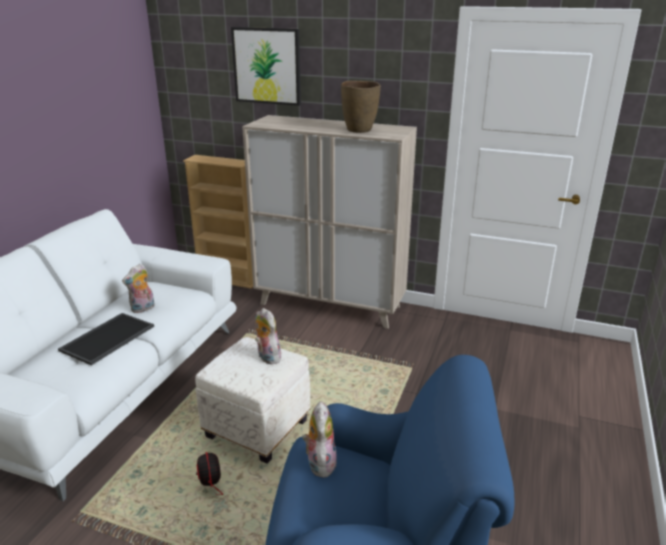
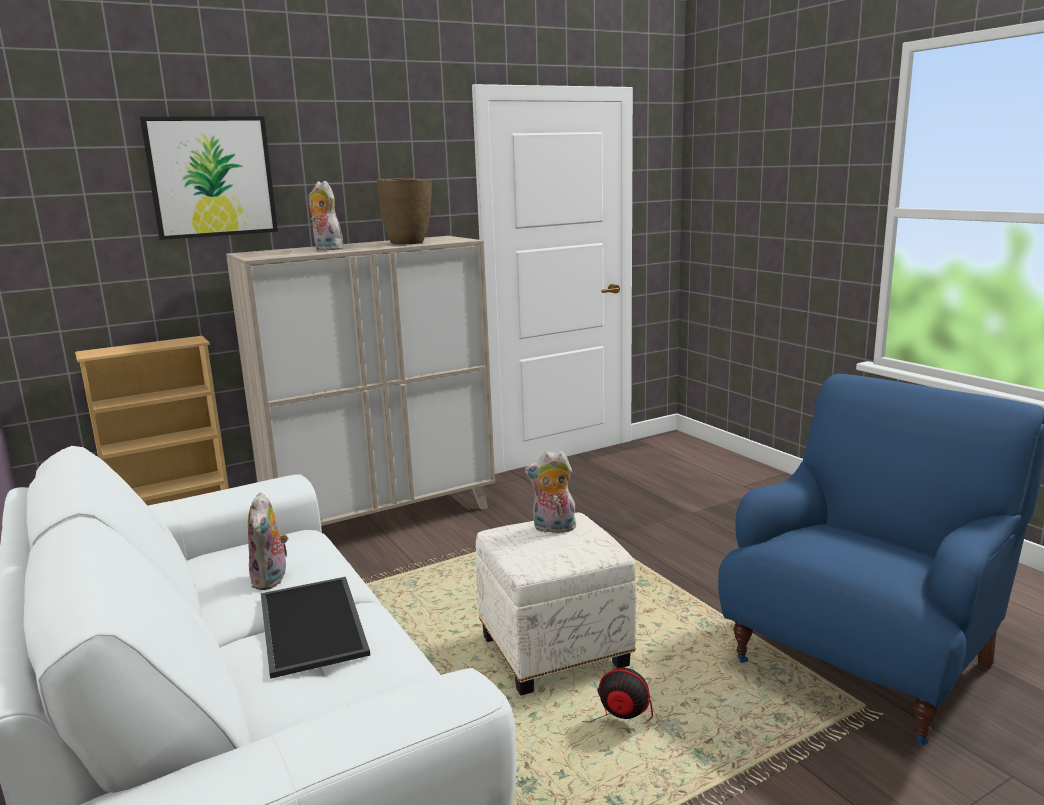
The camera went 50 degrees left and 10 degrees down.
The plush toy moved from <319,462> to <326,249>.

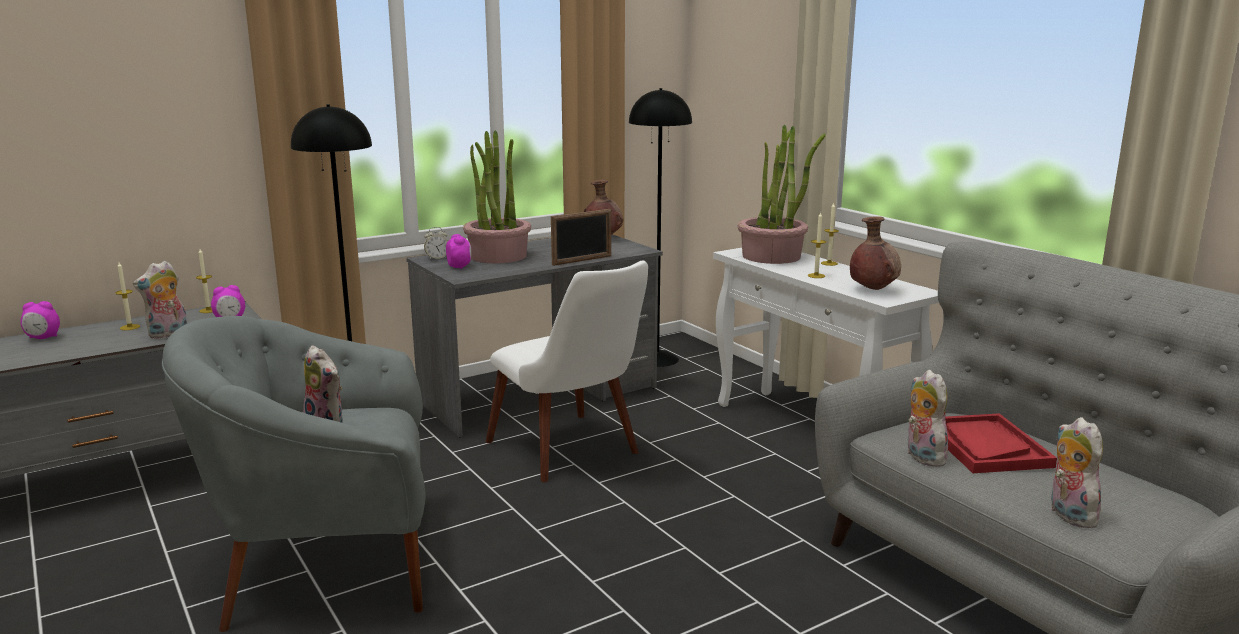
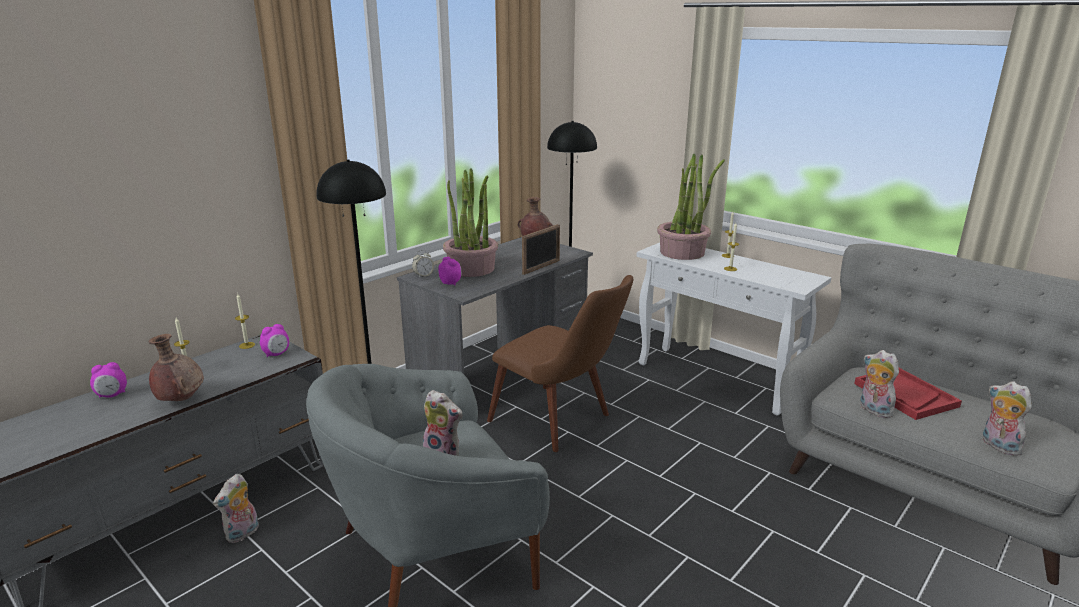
The camera went 15 degrees left and 5 degrees up.
The plush toy moved from <168,335> to <243,534>.
The vase/brown moved from <872,289> to <181,399>.
The chair/white at <573,453> became the chair/brown at <561,422>.

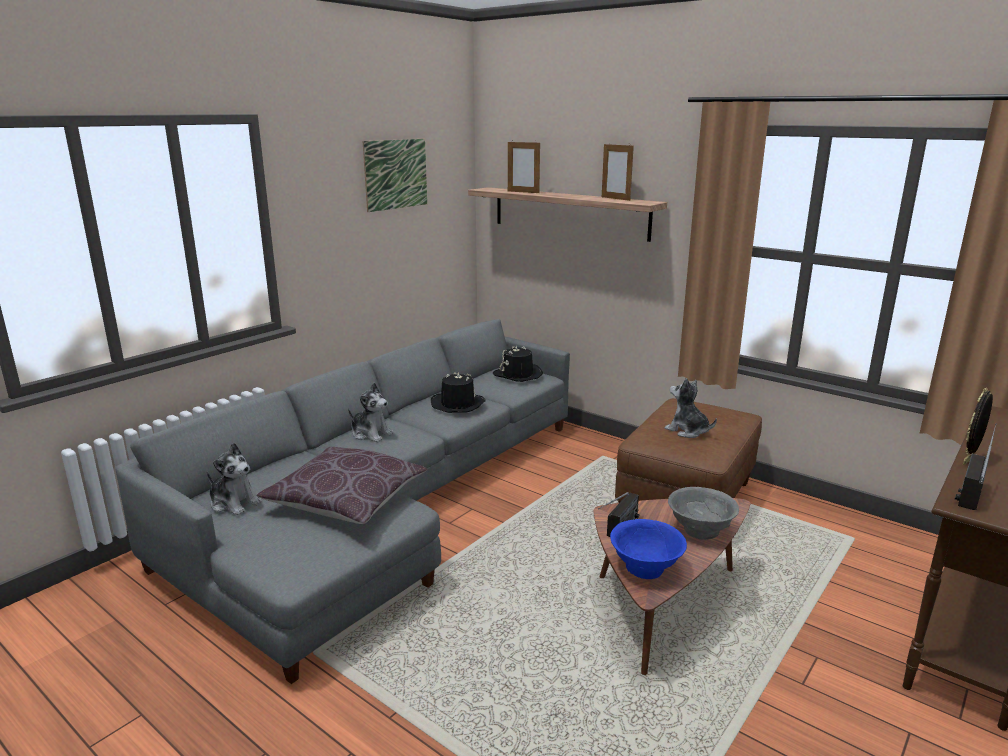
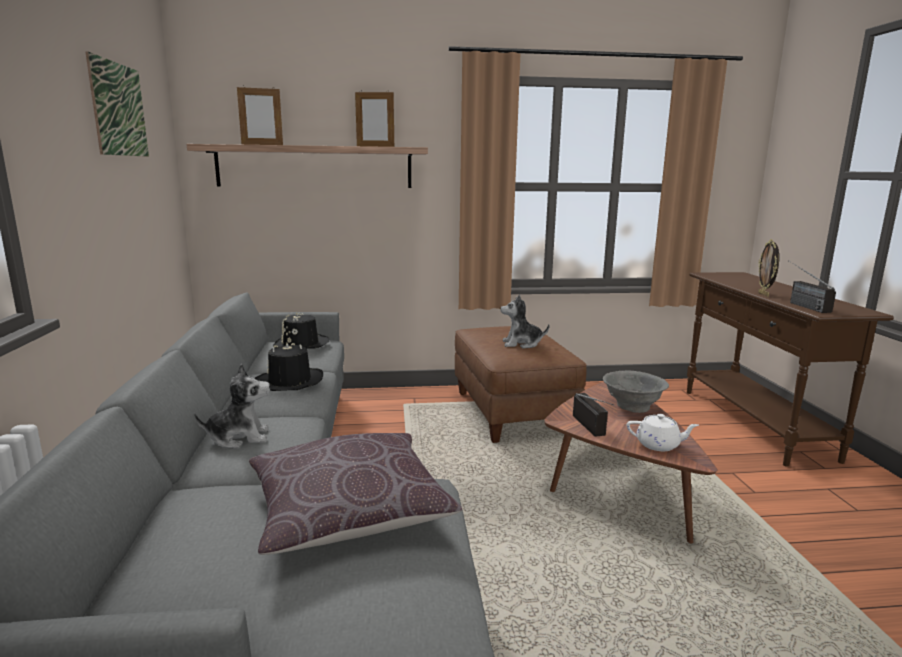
The camera went 45 degrees left and 5 degrees down.
The plush toy at <234,503> disappeared.
The bowl/blue at <645,568> was replaced by the teapot/white at <659,445>.

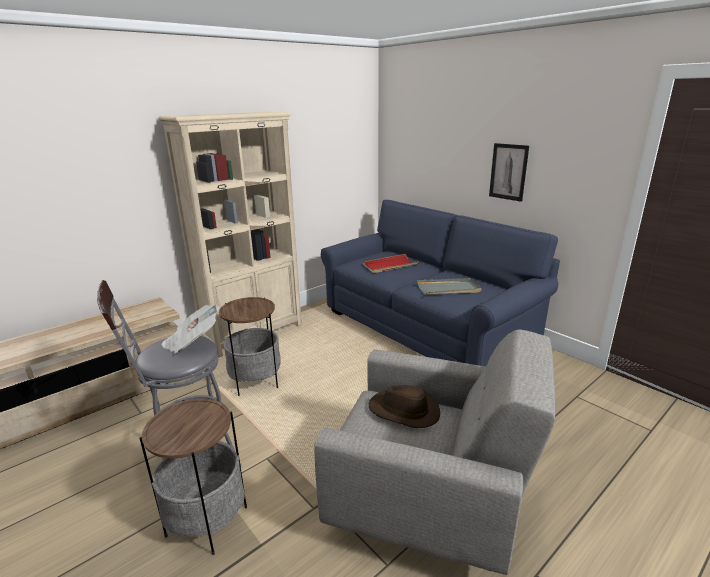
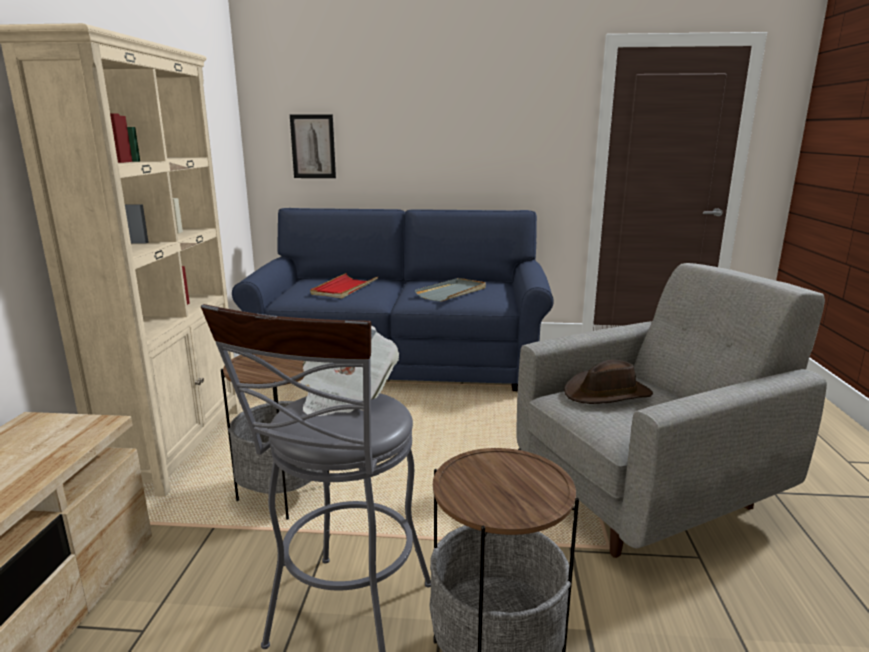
The camera went 45 degrees left and 5 degrees down.
The picture moved from <508,172> to <313,146>.

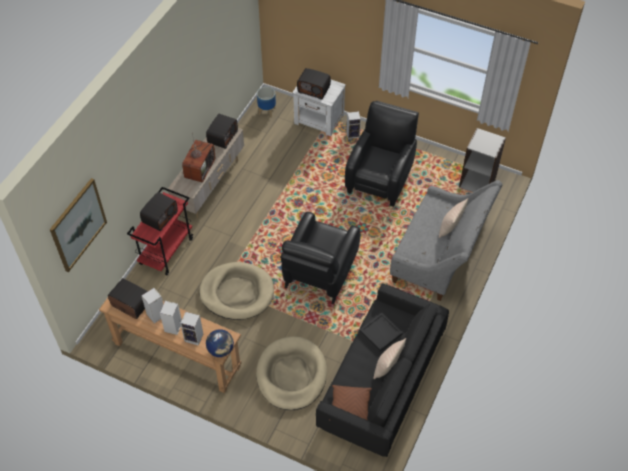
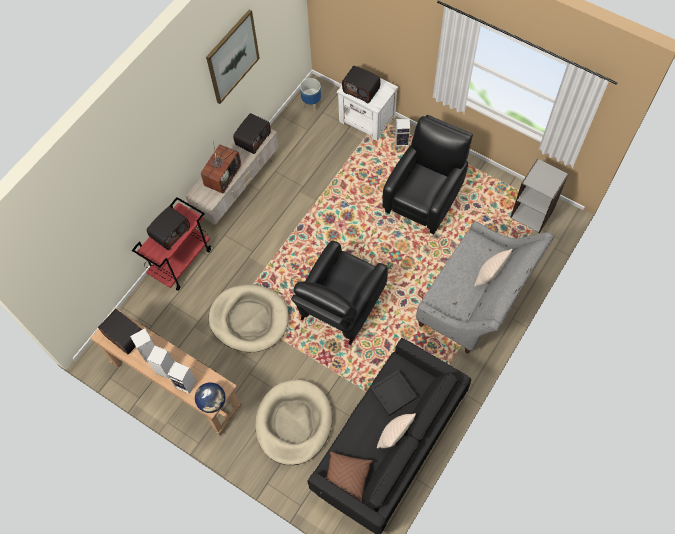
The camera went 10 degrees right and 10 degrees up.
The picture moved from <78,225> to <232,57>.

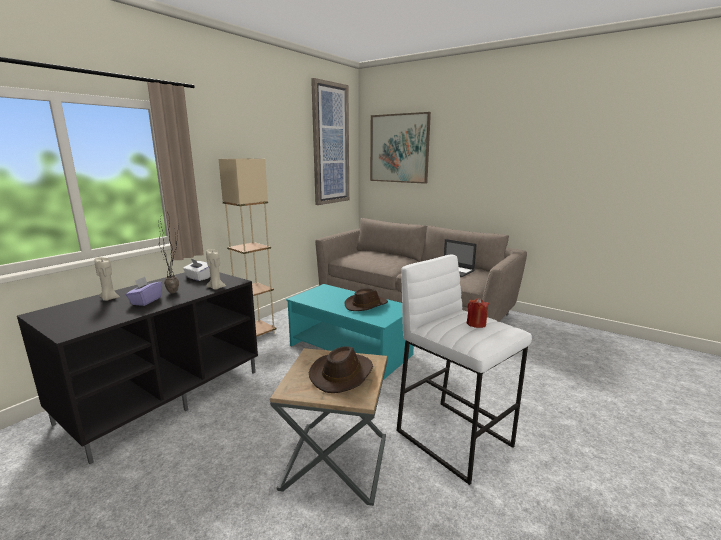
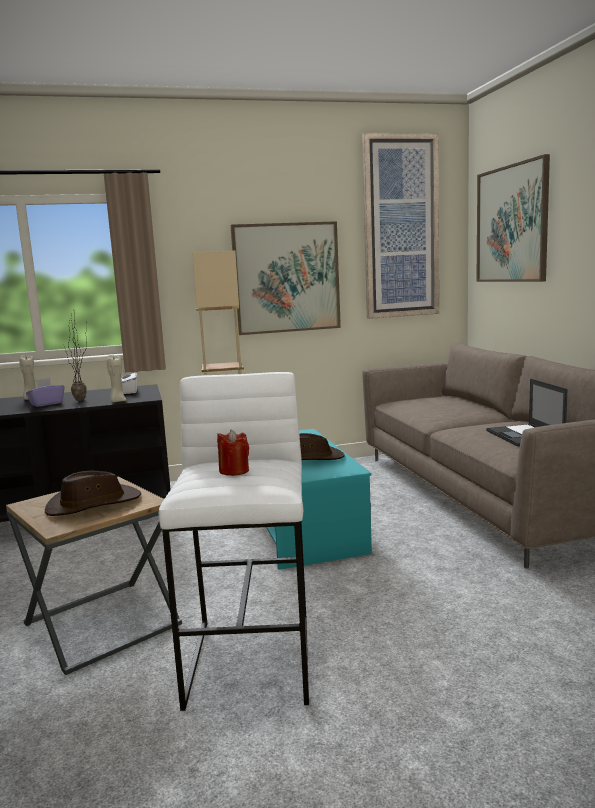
The camera went 40 degrees right and 5 degrees down.
The picture at <286,278> appeared.

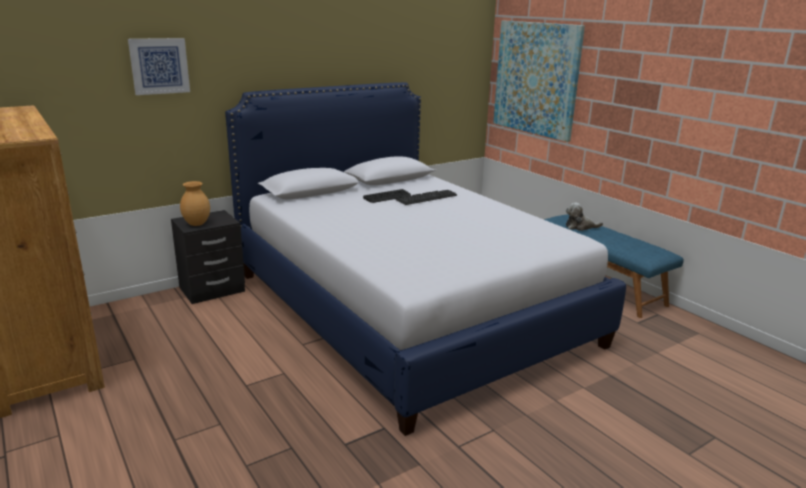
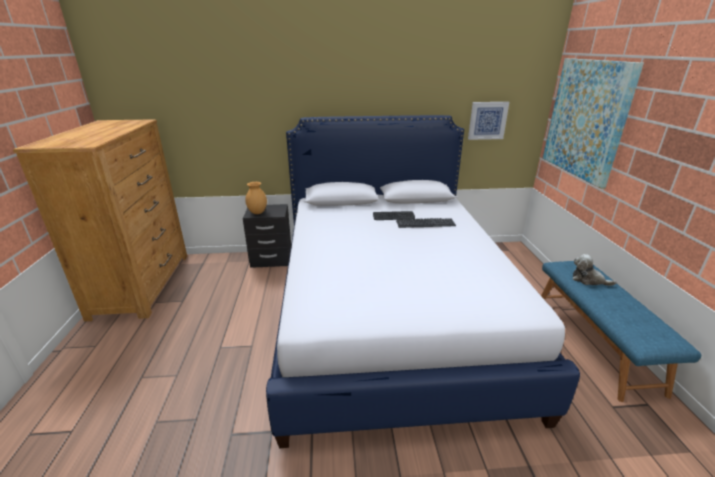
The camera went 30 degrees right and 5 degrees up.
The picture moved from <159,66> to <487,120>.

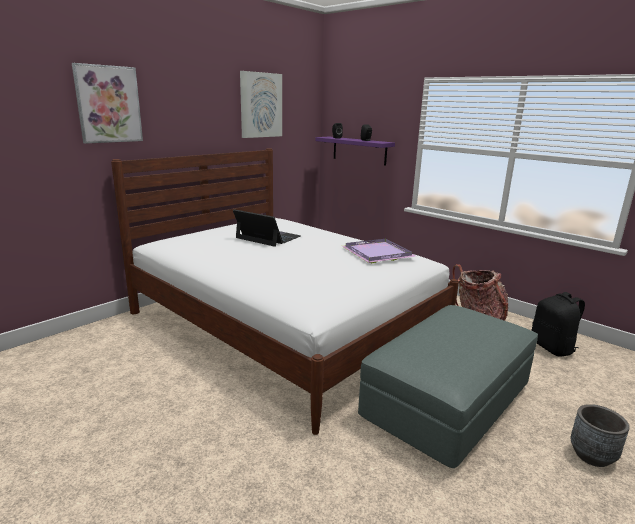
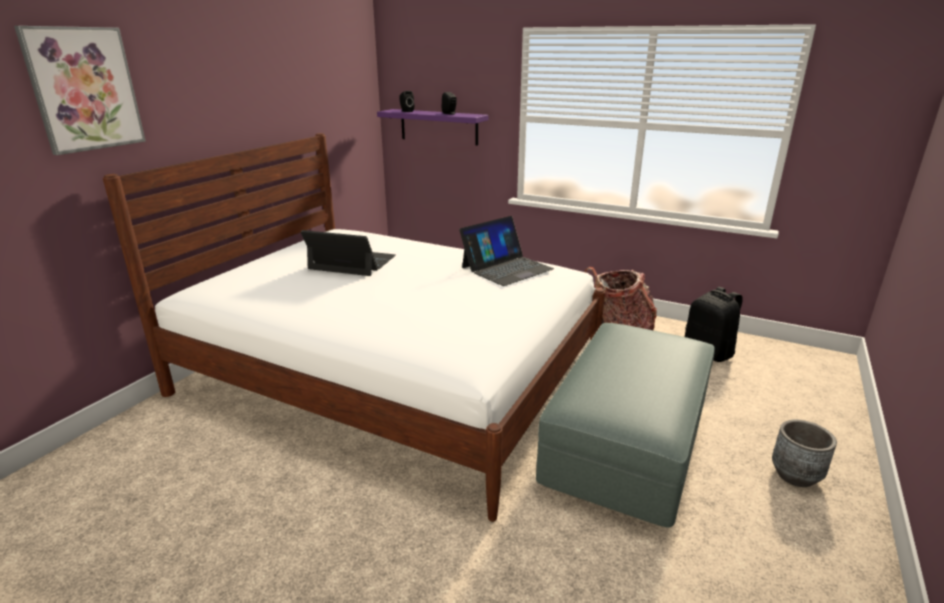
The camera went 15 degrees left and 5 degrees up.
The picture at <261,105> disappeared.
The tray/purple at <378,253> was replaced by the laptop at <506,268>.

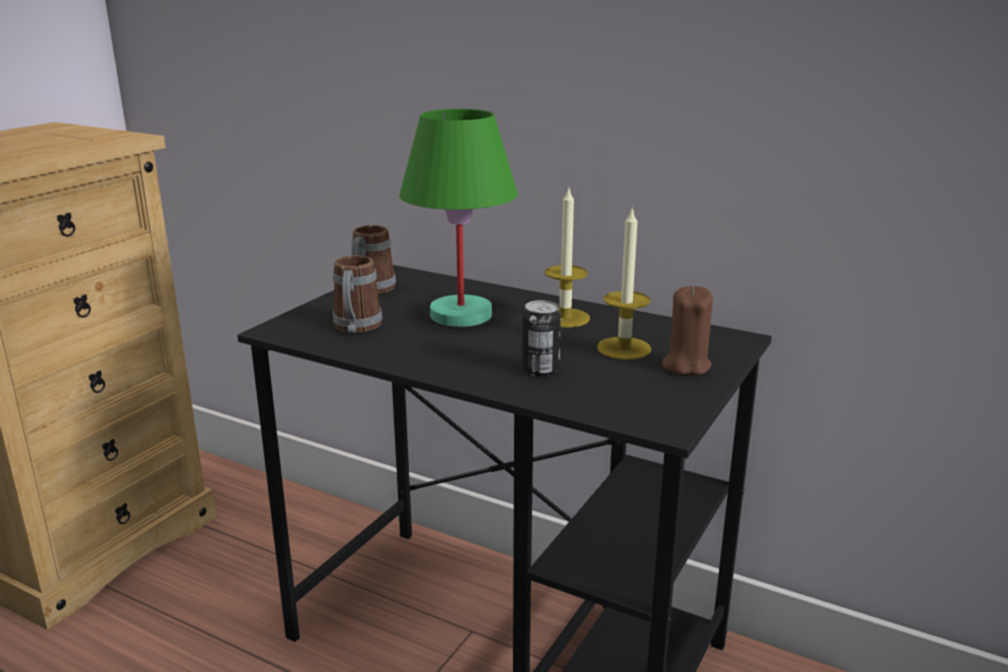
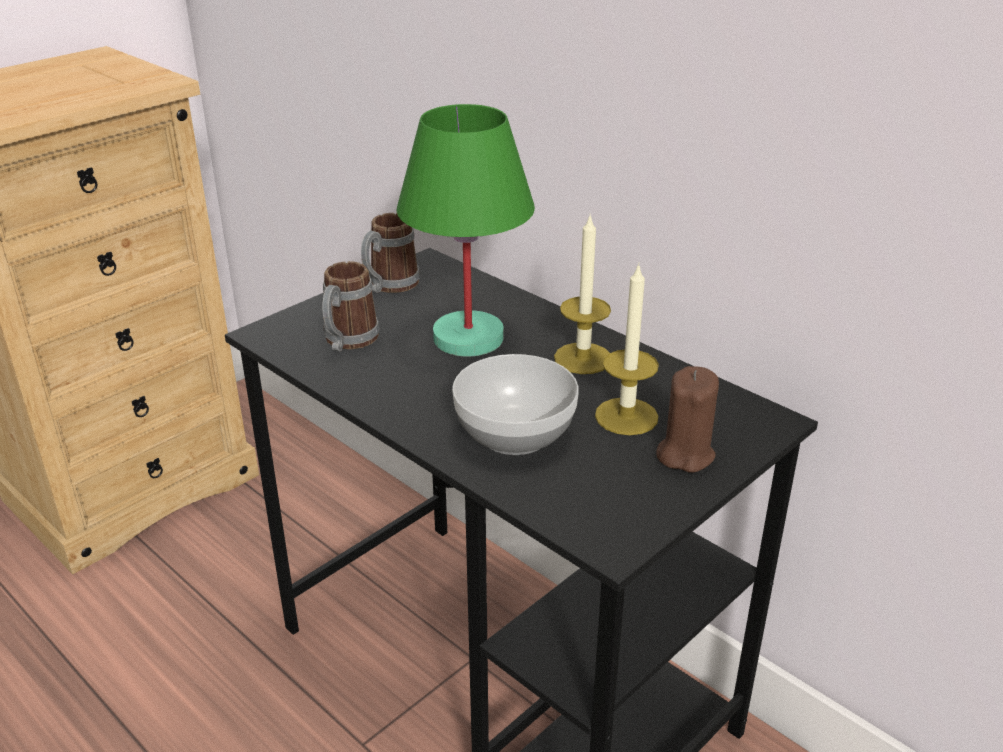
The camera went 15 degrees right and 10 degrees up.
The can at <540,369> was replaced by the bowl at <514,435>.

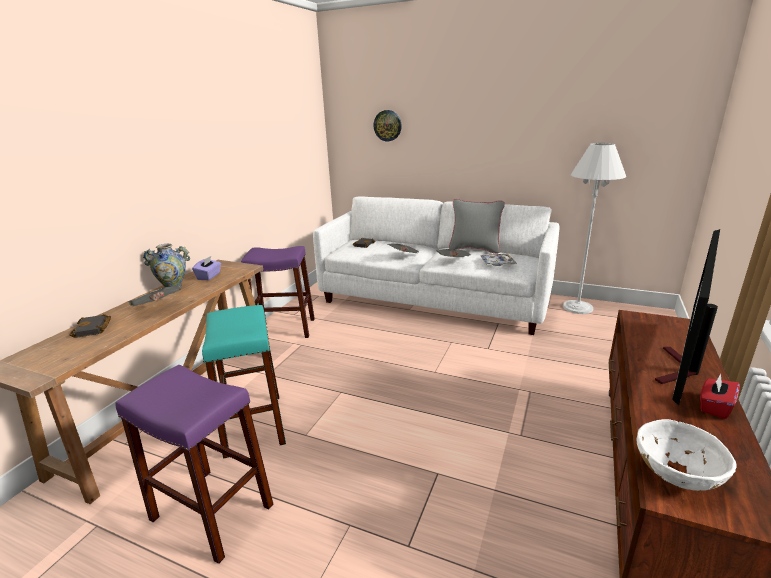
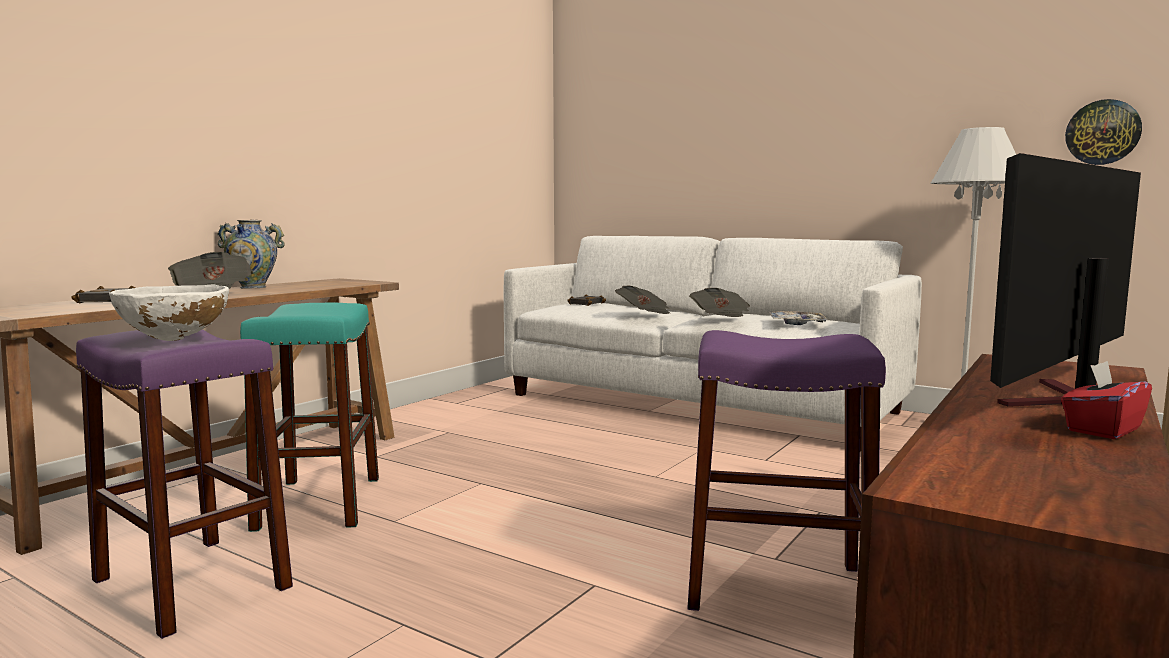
The camera went 10 degrees right and 15 degrees down.
The tissue box/purple at <209,276> disappeared.
The pillow/grey at <475,249> disappeared.
The stool/purple moved from <284,328> to <776,587>.
The wall clock moved from <387,125> to <1102,132>.
The bowl/white moved from <675,476> to <175,340>.

